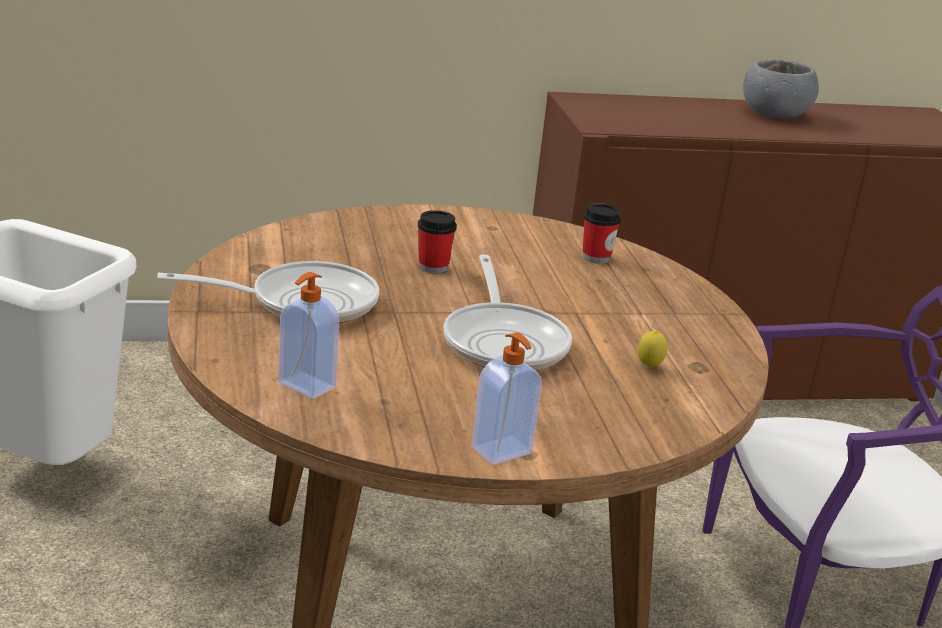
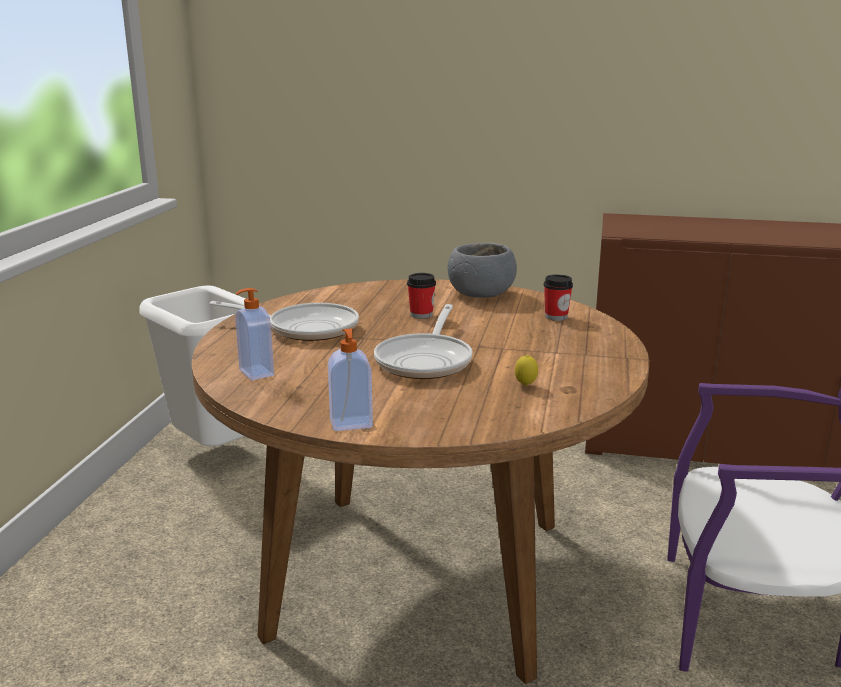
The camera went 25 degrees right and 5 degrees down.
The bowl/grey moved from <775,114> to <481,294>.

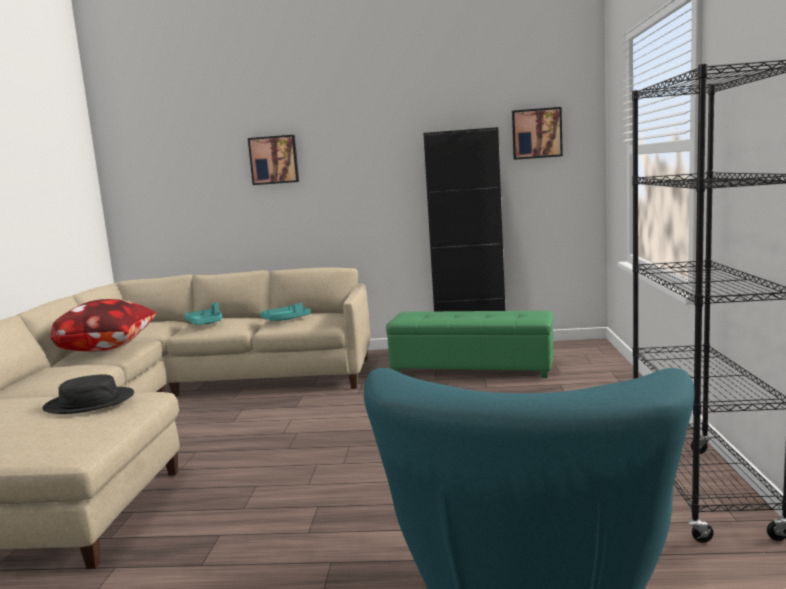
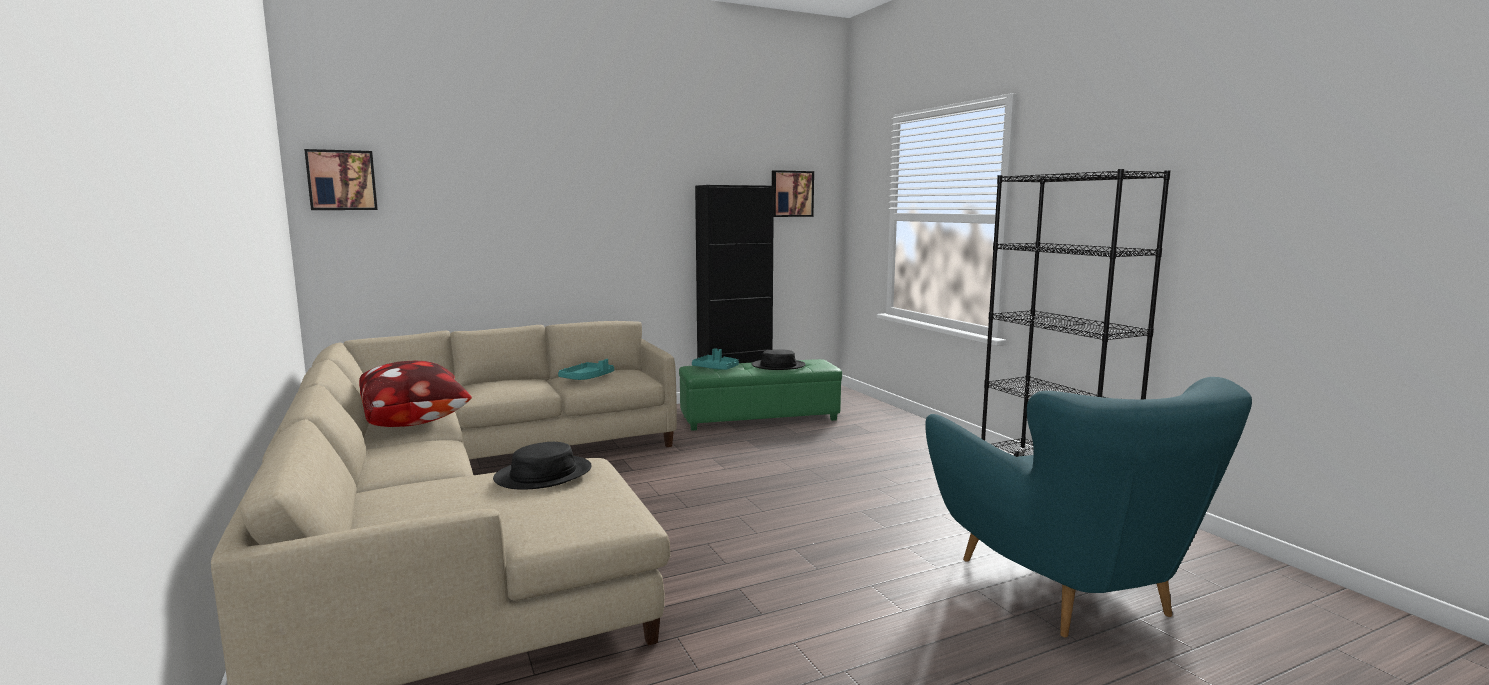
The camera went 30 degrees left and 0 degrees up.
The hat/black at <778,366> appeared.
The tray/turquoise moved from <206,323> to <716,368>.
The picture moved from <274,160> to <342,180>.

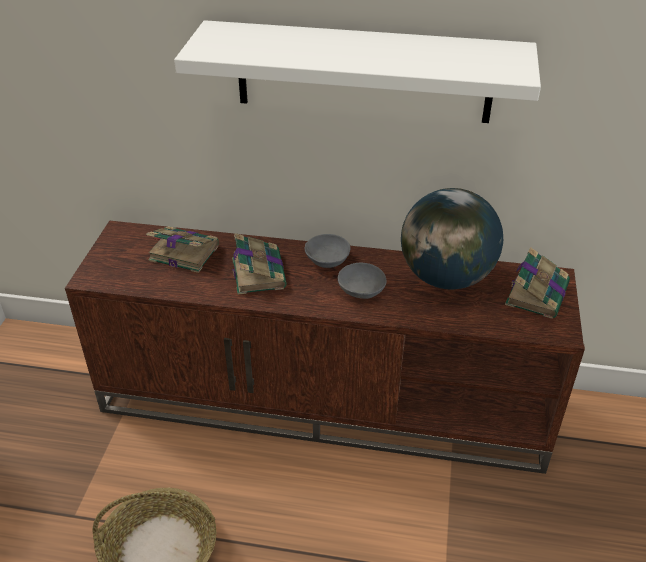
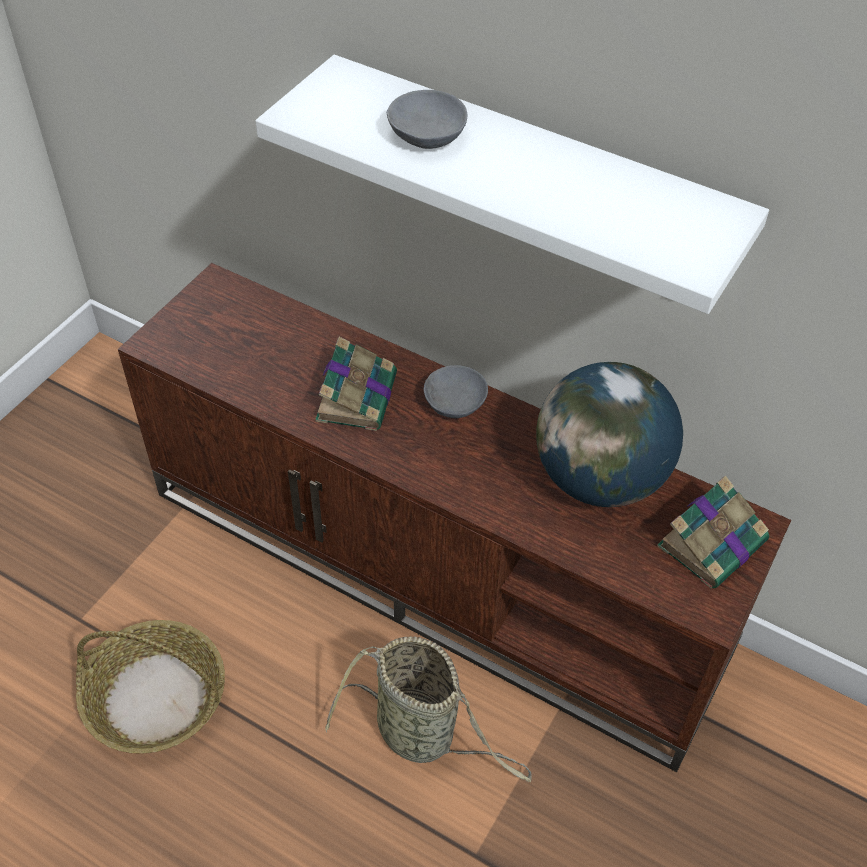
The camera went 20 degrees right and 10 degrees up.
The book at <182,252> disappeared.
The basket at <421,734> appeared.
The bowl/grey moved from <363,289> to <429,136>.

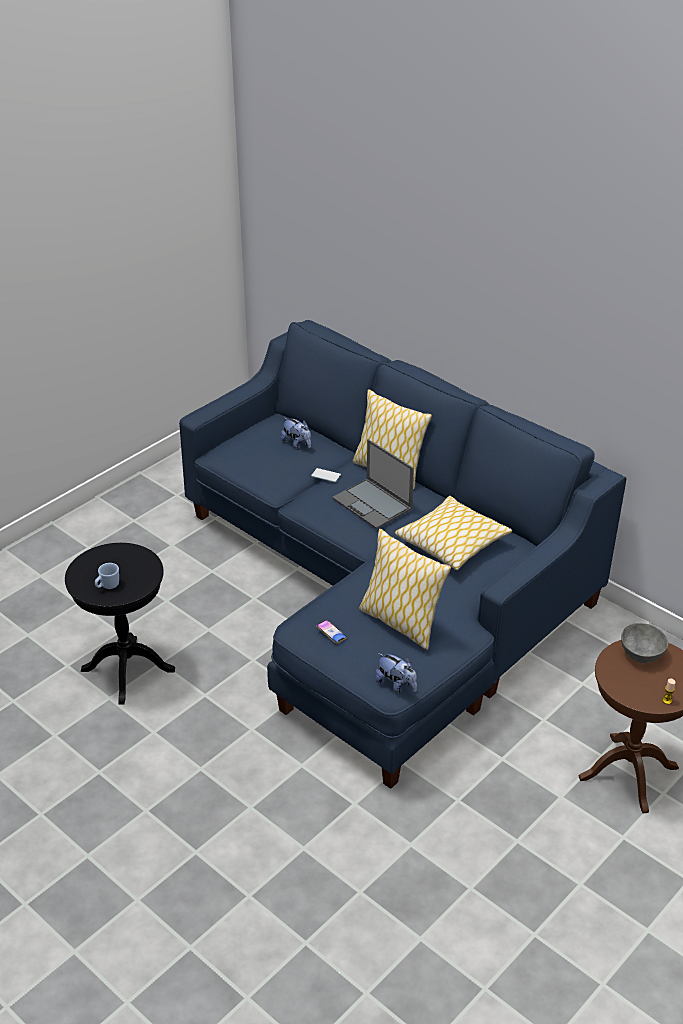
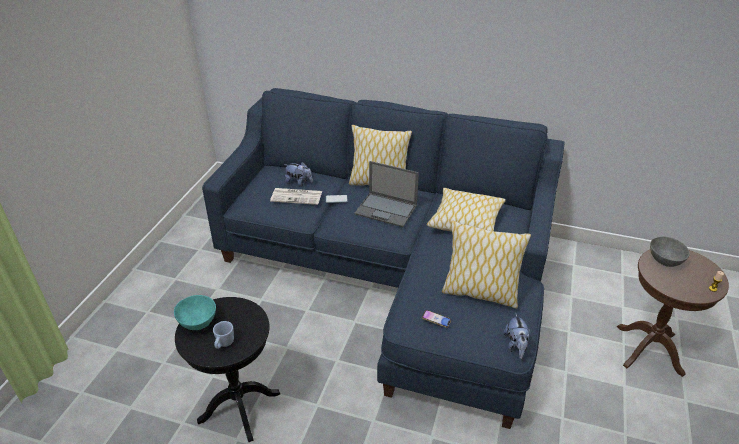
The camera went 25 degrees left and 0 degrees up.
The bowl/turquoise at <198,321> appeared.
The newspaper at <297,196> appeared.
The plush toy at <396,685> turned 75 degrees clockwise.

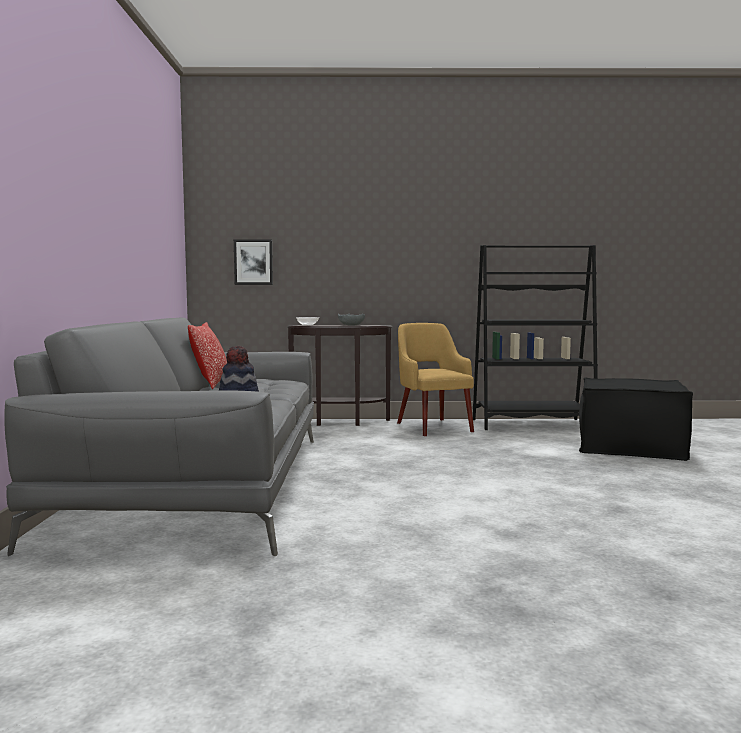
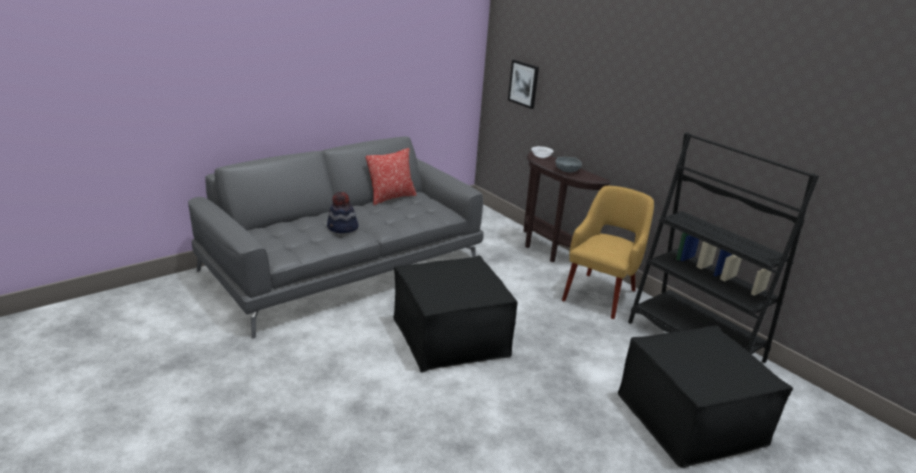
The camera went 50 degrees right and 20 degrees up.
The ottoman/black at <450,337> appeared.

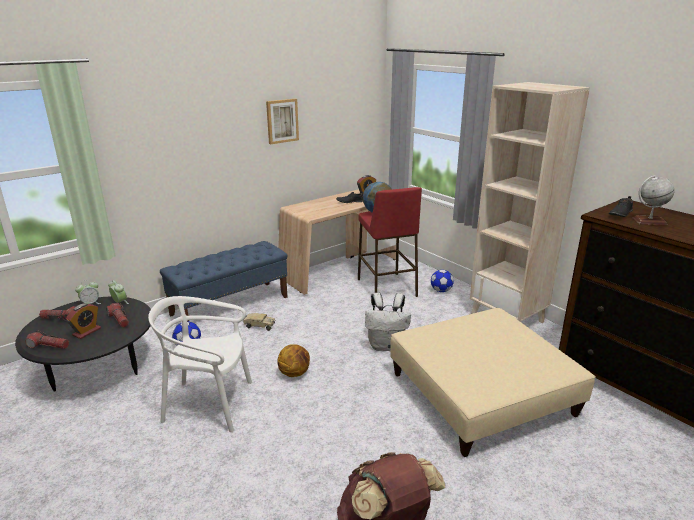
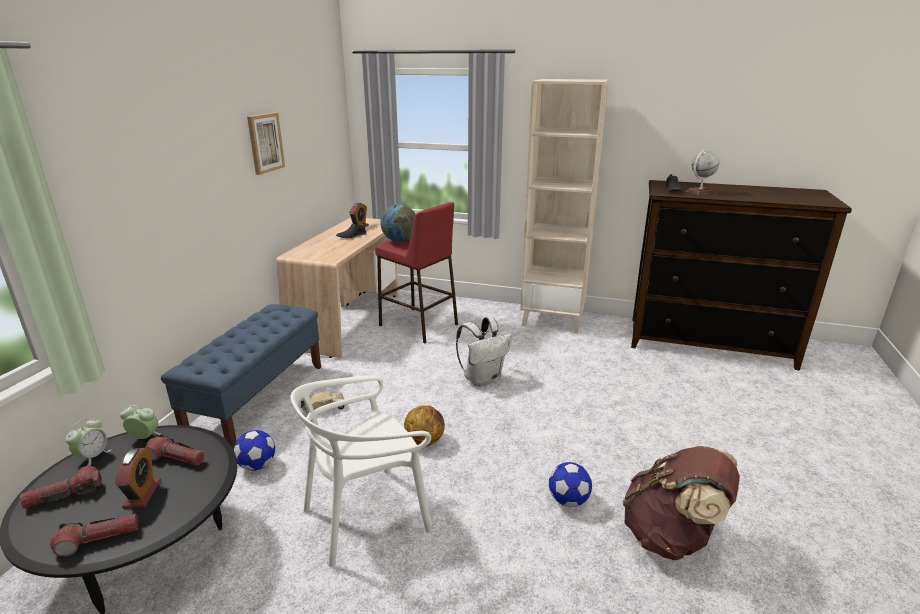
The camera went 35 degrees left and 0 degrees up.
The ottoman/beige at <480,394> disappeared.
The football moved from <441,291> to <568,500>.

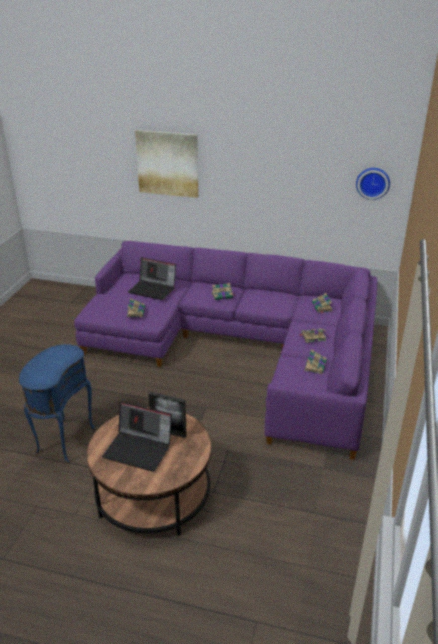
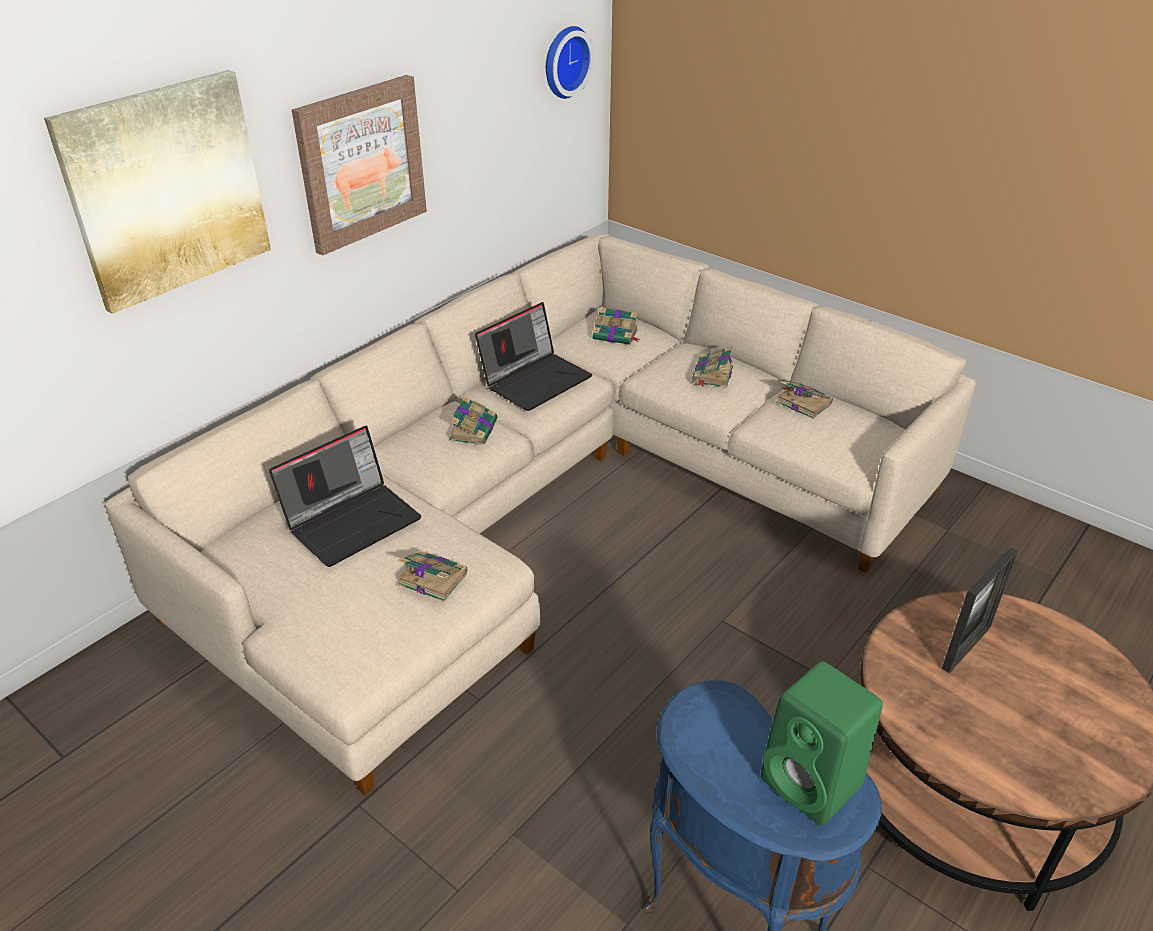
The camera went 65 degrees left and 5 degrees up.
The picture at <361,163> appeared.
The speaker/green at <814,784> appeared.
The laptop moved from <139,449> to <536,379>.
The sofa/purple at <241,348> became the sofa/beige at <550,506>.

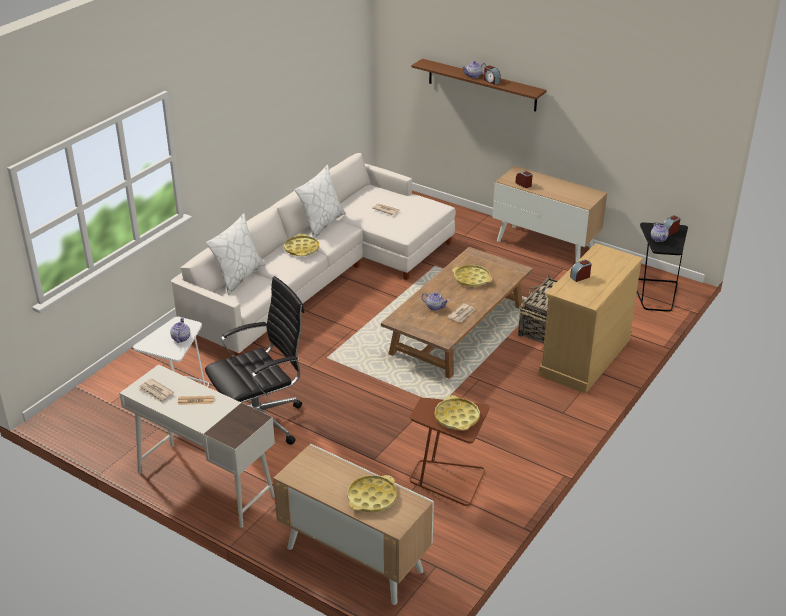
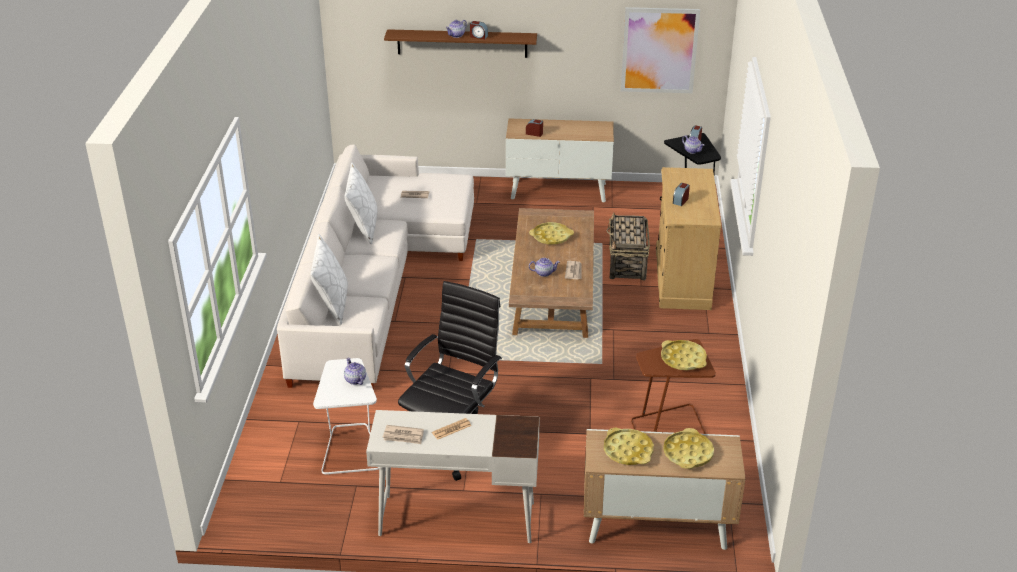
The camera went 30 degrees left and 0 degrees up.
The picture at <659,50> appeared.
The tray/yellow moved from <301,249> to <628,451>.

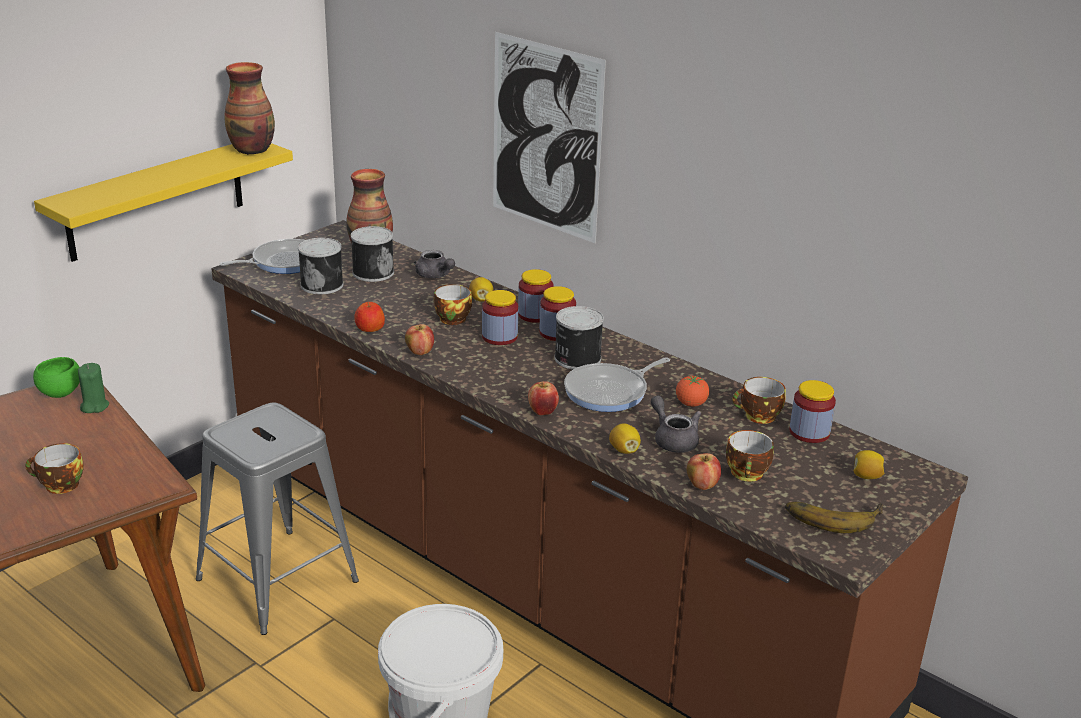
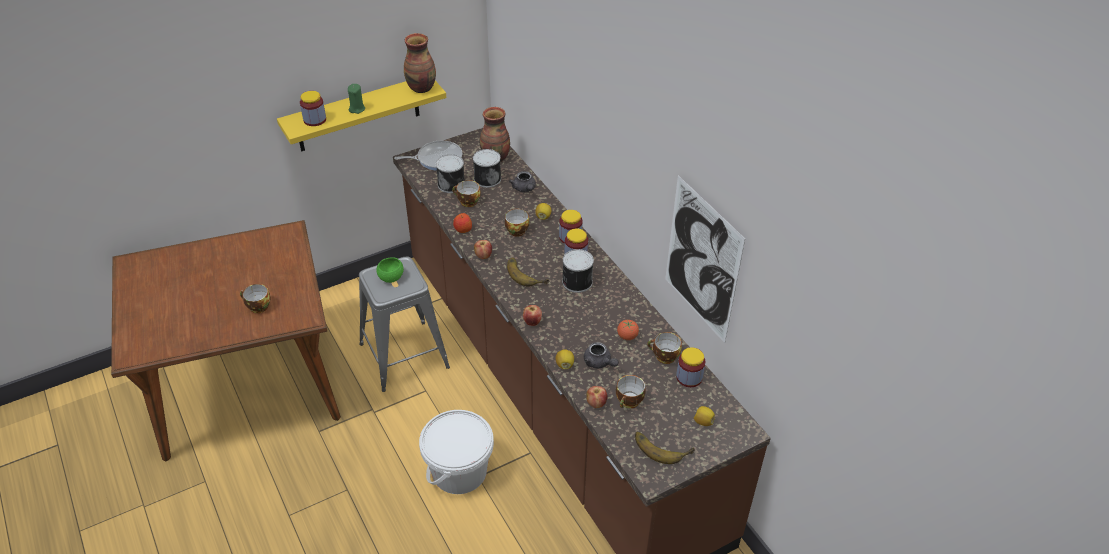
The camera went 20 degrees right and 15 degrees up.
The frying pan at <610,392> disappeared.
The cup at <467,202> appeared.
The banana at <527,273> appeared.
The bowl/green moved from <60,393> to <391,278>.
The candle/green moved from <94,406> to <357,109>.
The jar moved from <499,337> to <315,120>.
The picture moved from <545,138> to <702,260>.
The teapot/grey at <673,439> turned 150 degrees clockwise.

